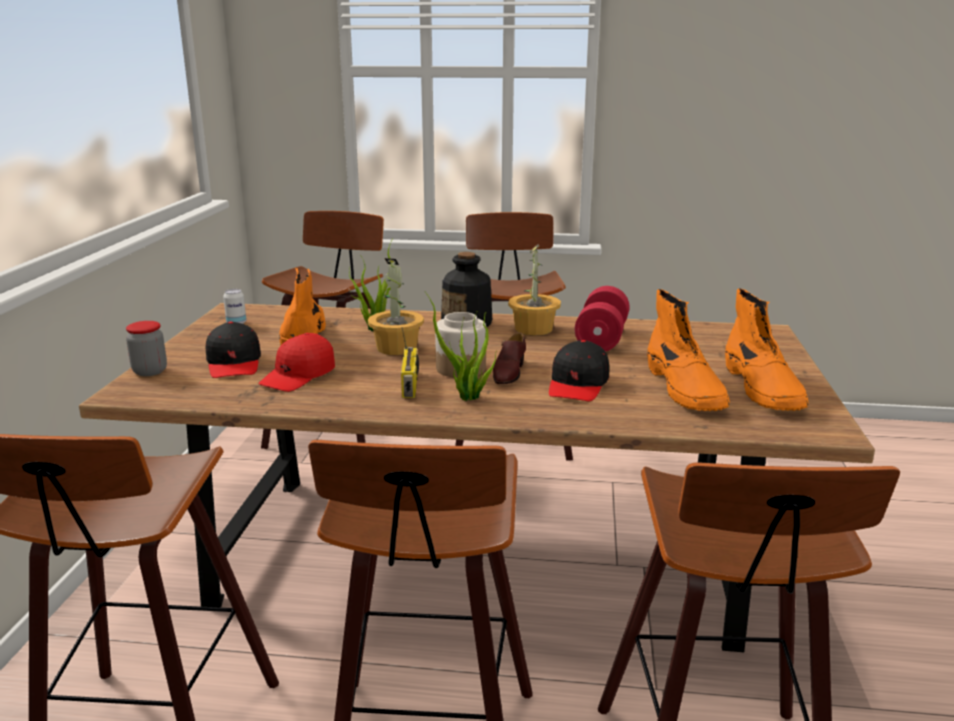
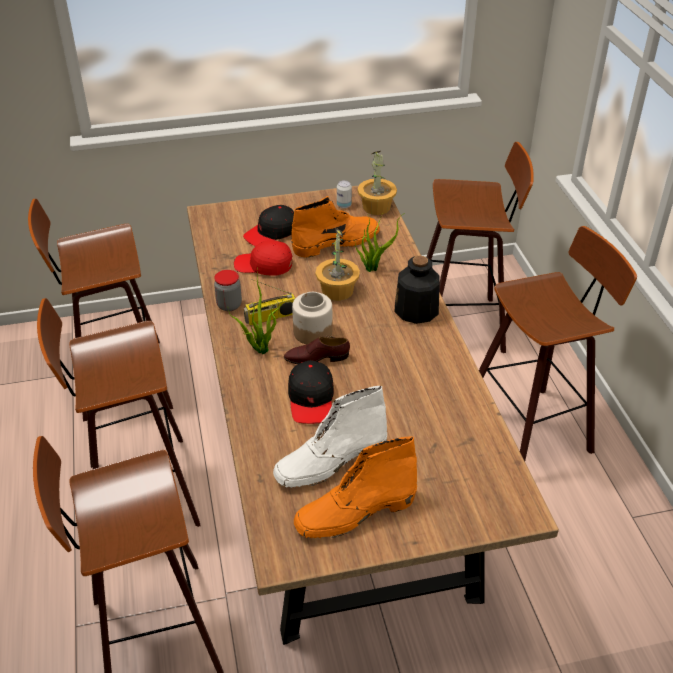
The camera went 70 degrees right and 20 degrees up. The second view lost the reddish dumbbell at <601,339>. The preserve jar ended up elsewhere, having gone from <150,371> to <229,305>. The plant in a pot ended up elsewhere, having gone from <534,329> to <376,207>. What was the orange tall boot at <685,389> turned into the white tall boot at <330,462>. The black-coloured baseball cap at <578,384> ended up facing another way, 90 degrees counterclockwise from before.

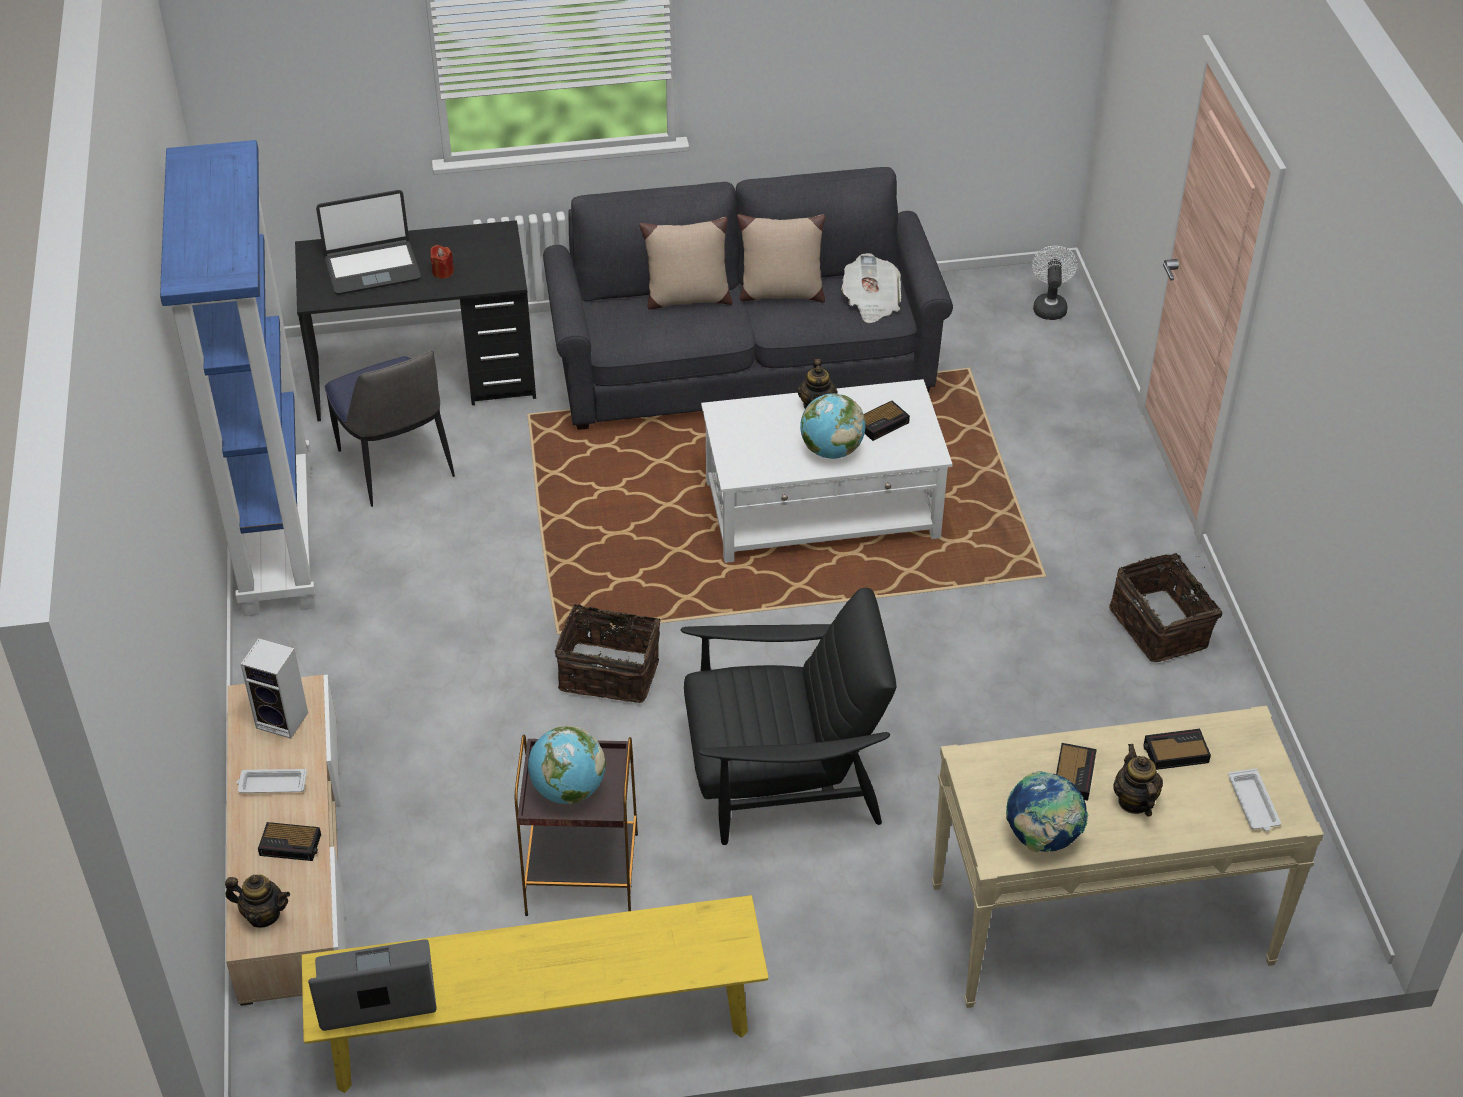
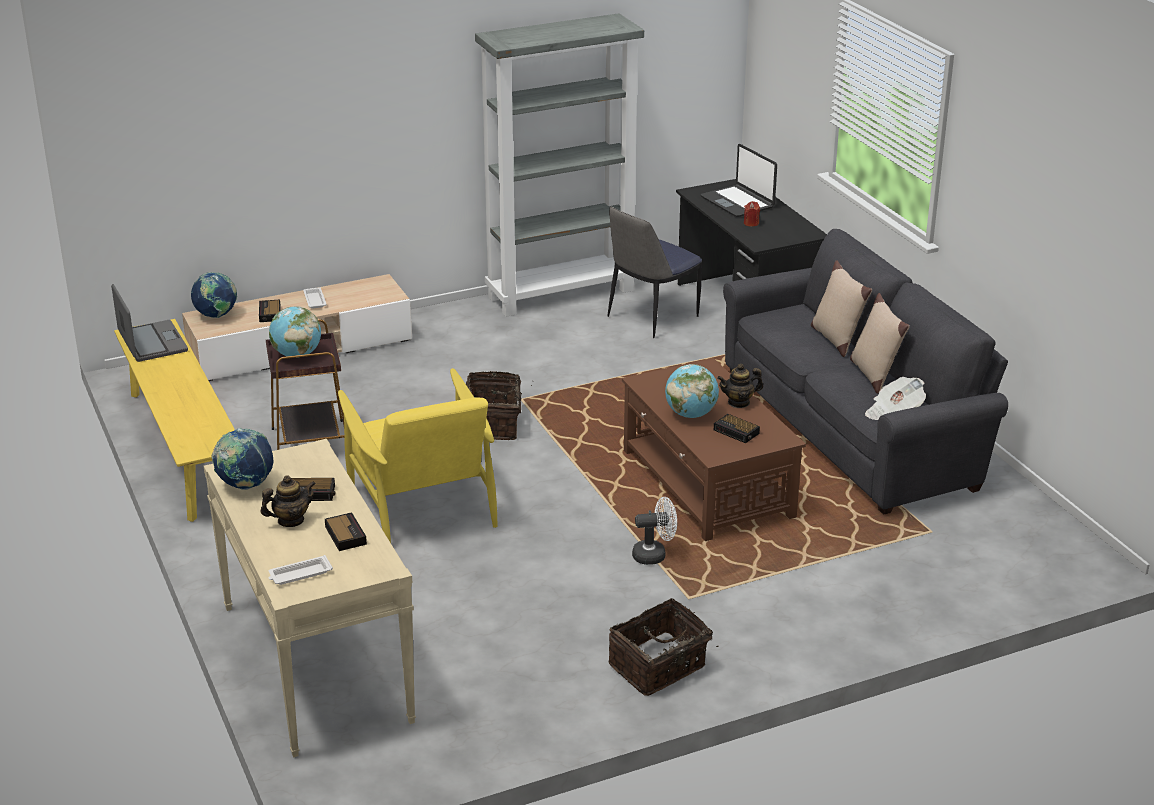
The camera went 75 degrees right and 15 degrees down. The second view lost the speaker at <284,720>. The white electric fan ended up elsewhere, having gone from <1049,306> to <654,555>. Where the teapot stood at <263,914>, the world globe came to stand at <216,316>. What was the bluish bookcase at <276,537> turned into the greyish bookcase at <561,293>. What was the black-coloured easy chair at <783,774> turned into the yellow-coloured easy chair at <422,504>. What was the white lounge table at <823,509> turned into the brown-coloured lounge table at <707,484>.

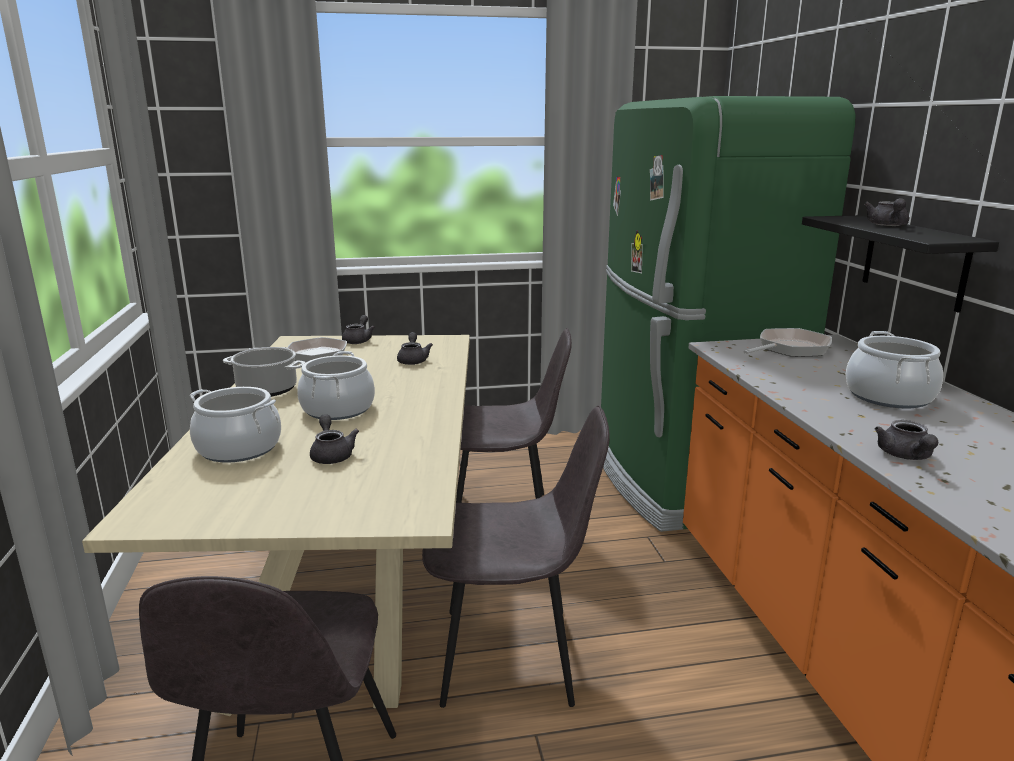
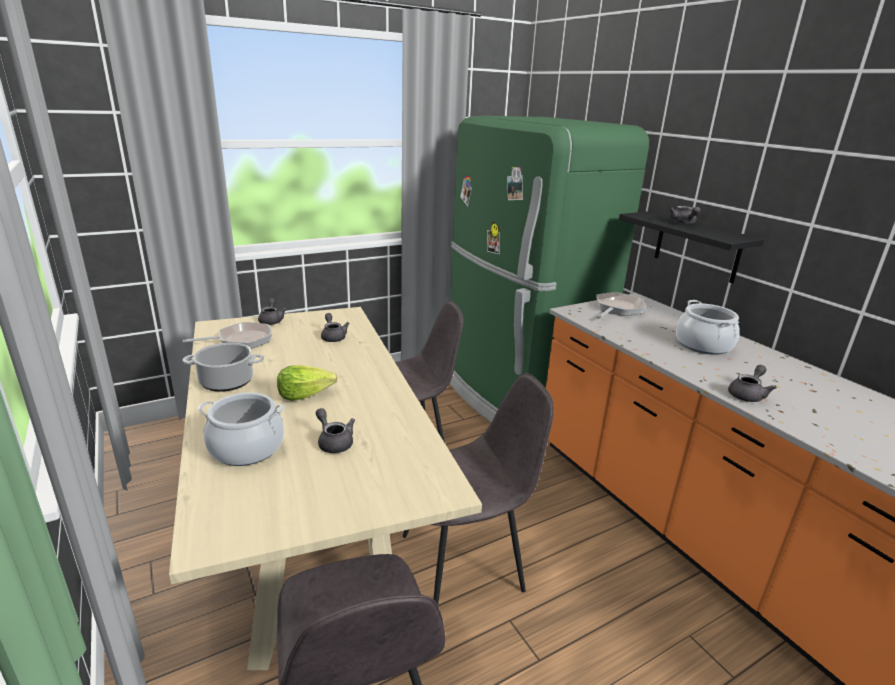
The camera went 20 degrees left and 5 degrees up. Where the stockpot stood at <337,409>, the lettuce came to stand at <305,394>. The greyish teapot at <905,456> ended up facing another way, 120 degrees counterclockwise from before.

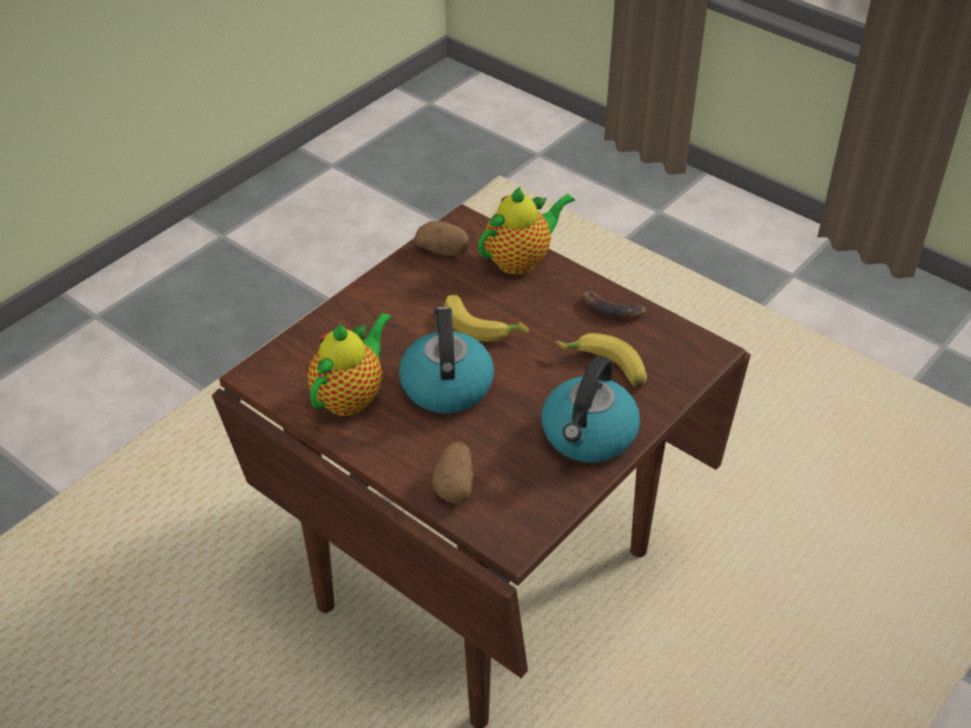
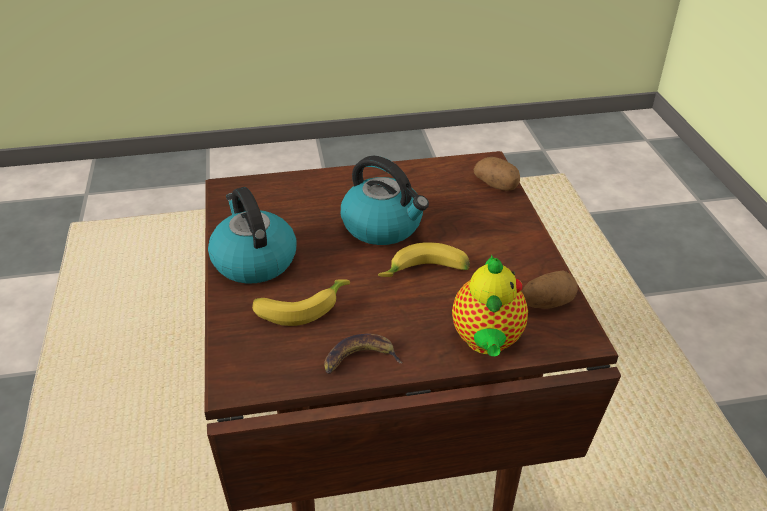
The camera went 130 degrees right and 5 degrees down. The second view lost the teapot at <351,396>. The spud ended up elsewhere, having gone from <455,484> to <497,185>.

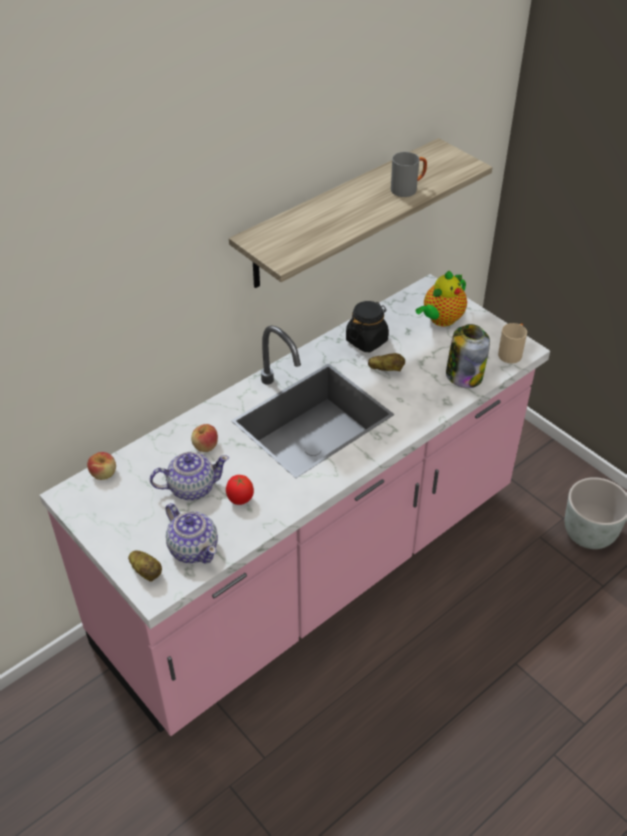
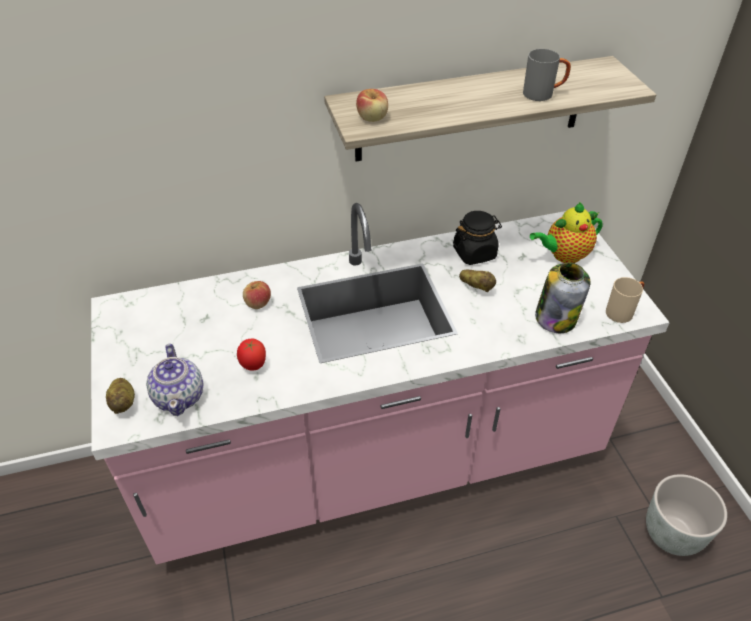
The camera went 25 degrees right and 0 degrees up. The second view lost the teapot at <191,487>. The apple fruit ended up elsewhere, having gone from <104,473> to <372,117>.

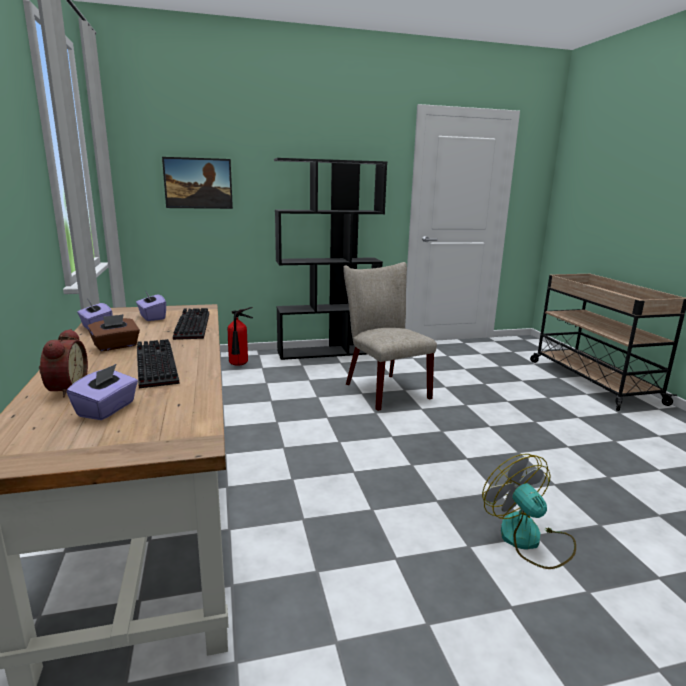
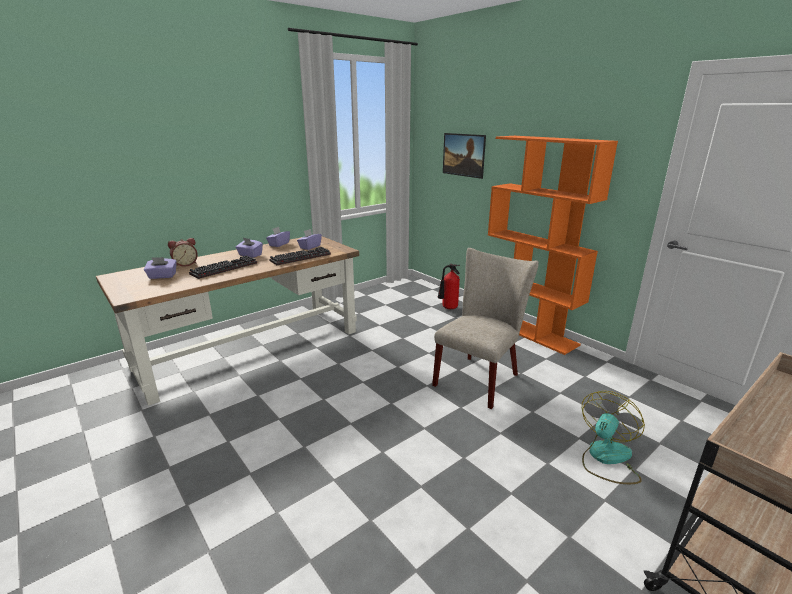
The camera went 65 degrees right and 5 degrees up. The electric fan ended up elsewhere, having gone from <529,540> to <606,459>. What was the brown-coloured box of tissues at <116,346> turned into the purple-coloured box of tissues at <250,255>. What was the black-coloured bookcase at <328,352> turned into the orange bookcase at <528,331>.

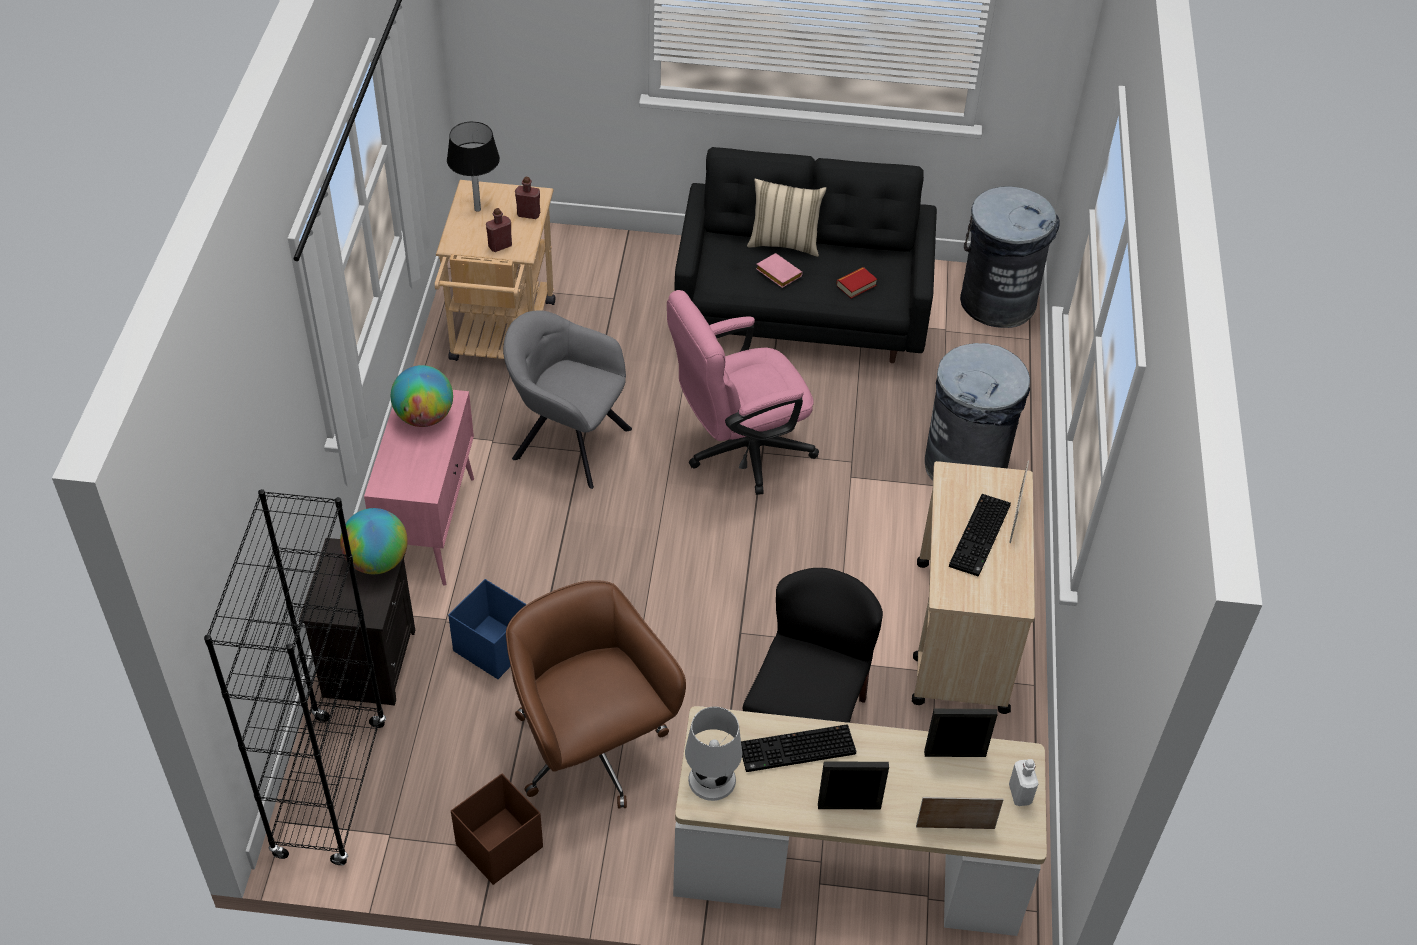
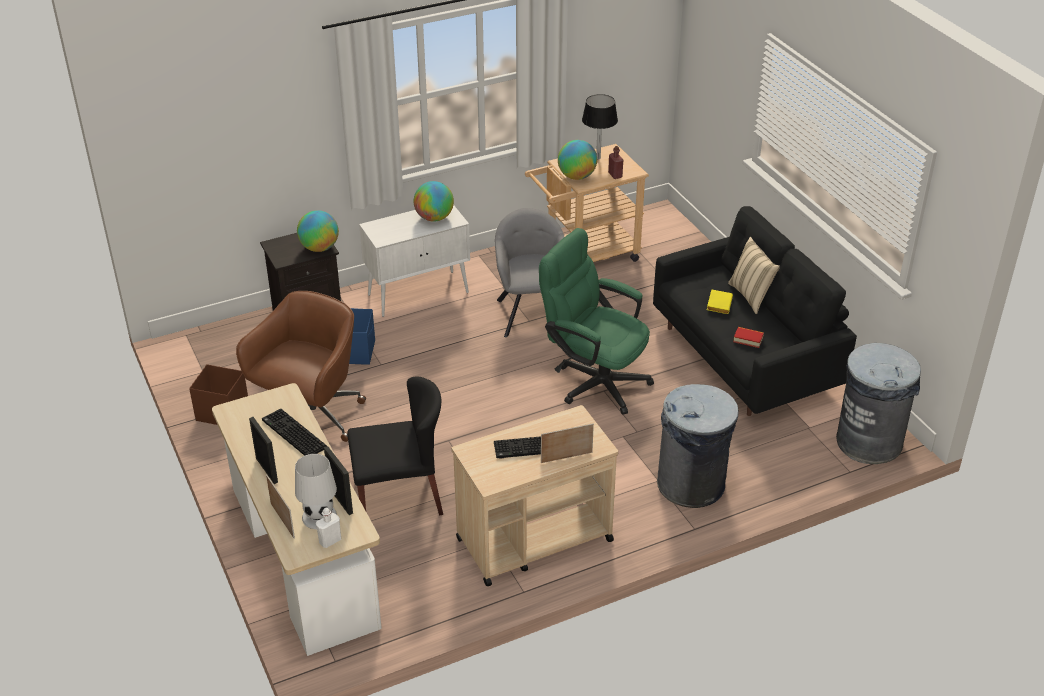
The camera went 60 degrees right and 10 degrees down. The second view lost the black-coloured bookcase at <330,789>. The white lamp for a table ended up elsewhere, having gone from <712,780> to <319,517>. Where the reddish beverage bottle stood at <500,246>, the world globe came to stand at <576,176>. What was the pinkish cupboard at <430,526> turned into the white cupboard at <419,293>. What was the pinkish office chair at <738,451> turned into the greenish office chair at <594,380>. What was the pinkish bound book at <777,273> turned into the yellow-coloured bound book at <718,304>.

